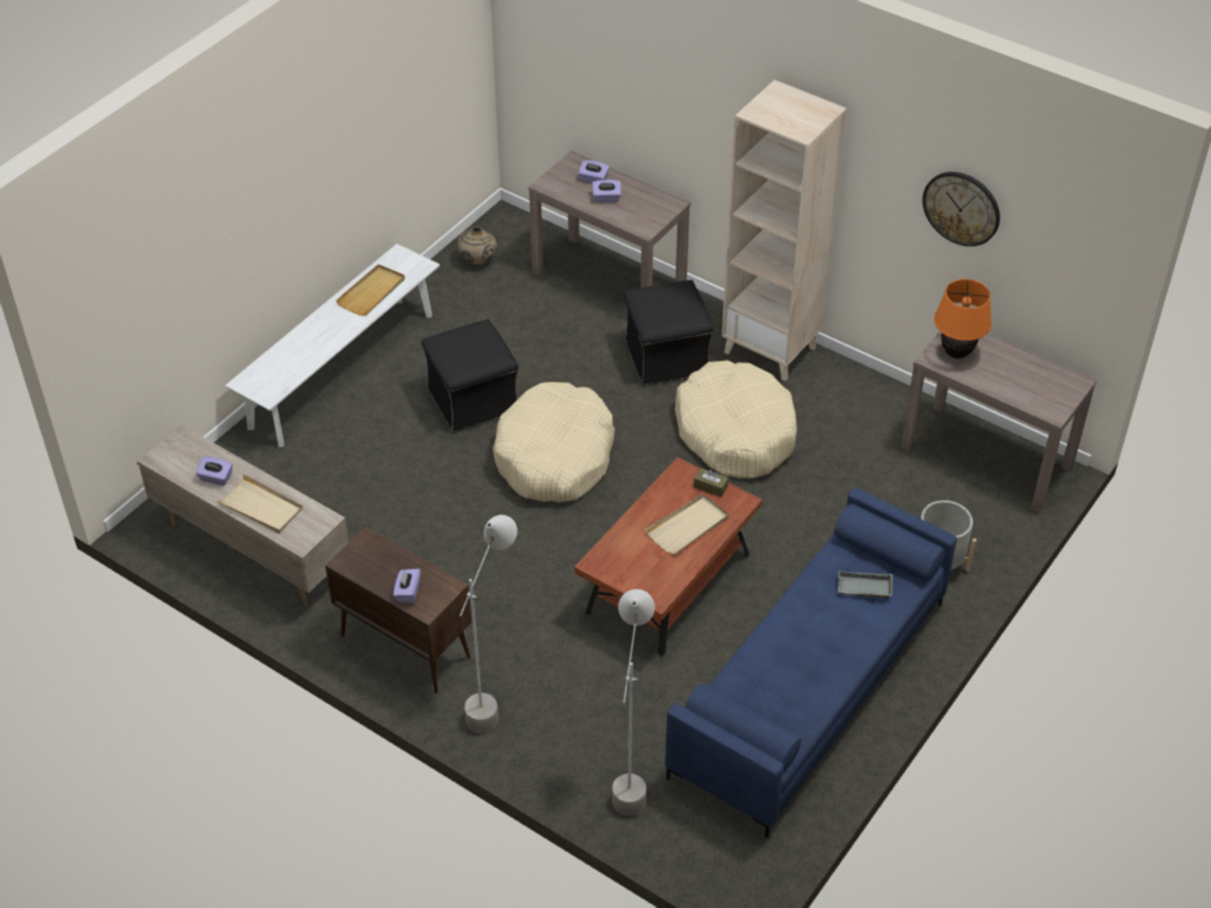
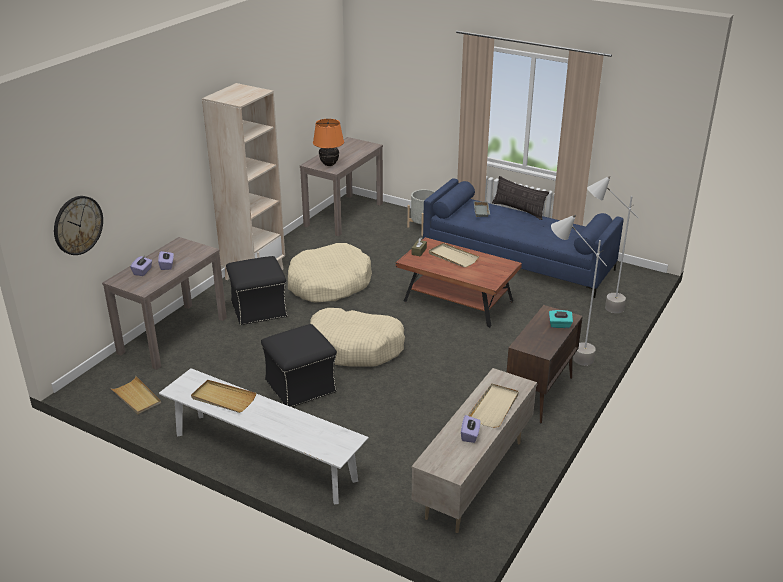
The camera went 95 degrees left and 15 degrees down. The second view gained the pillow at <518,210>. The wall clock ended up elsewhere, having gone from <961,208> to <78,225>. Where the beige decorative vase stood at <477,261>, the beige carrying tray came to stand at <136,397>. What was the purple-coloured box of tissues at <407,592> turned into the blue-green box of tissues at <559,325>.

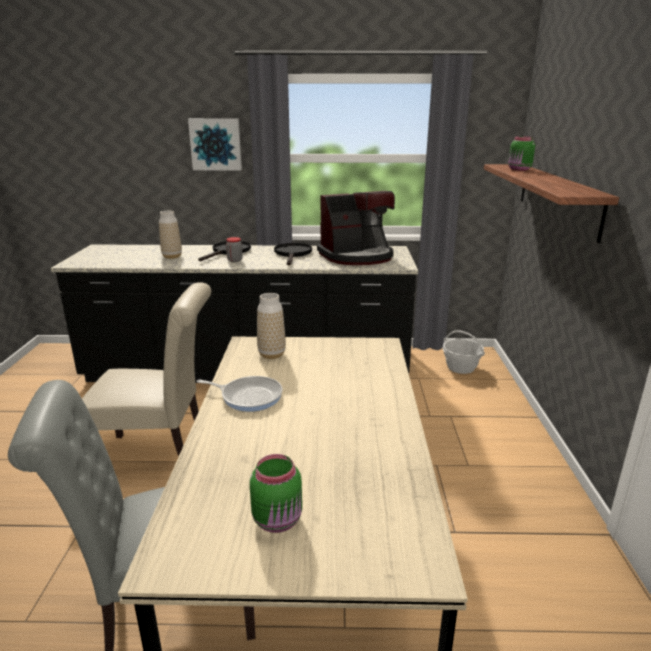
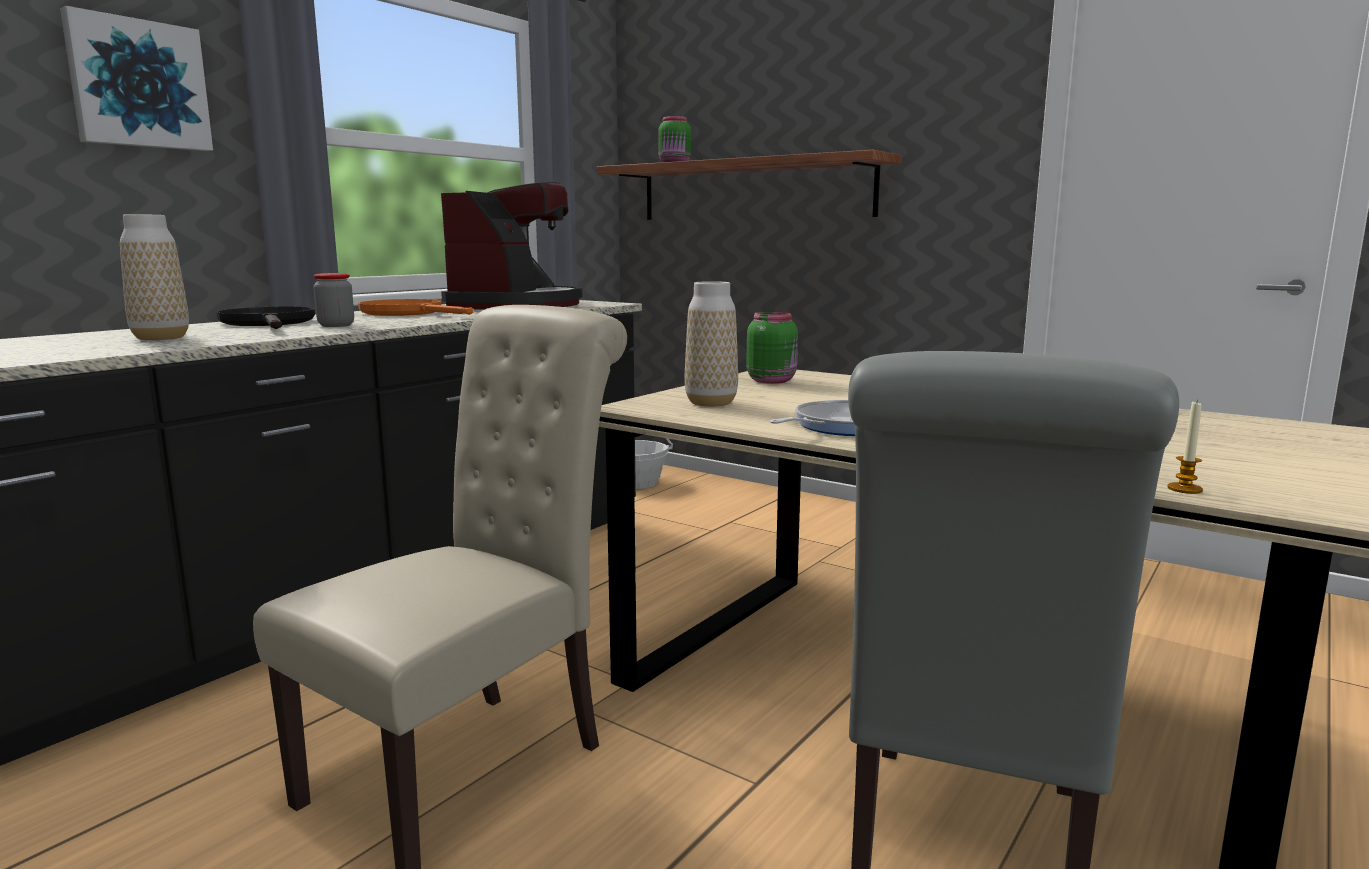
The camera went 55 degrees left and 10 degrees down. The second view gained the wax candle at <1184,489>. The greenish preserve jar ended up elsewhere, having gone from <279,520> to <772,380>. What was the black-coloured frying pan at <293,254> turned into the orange frying pan at <409,313>.

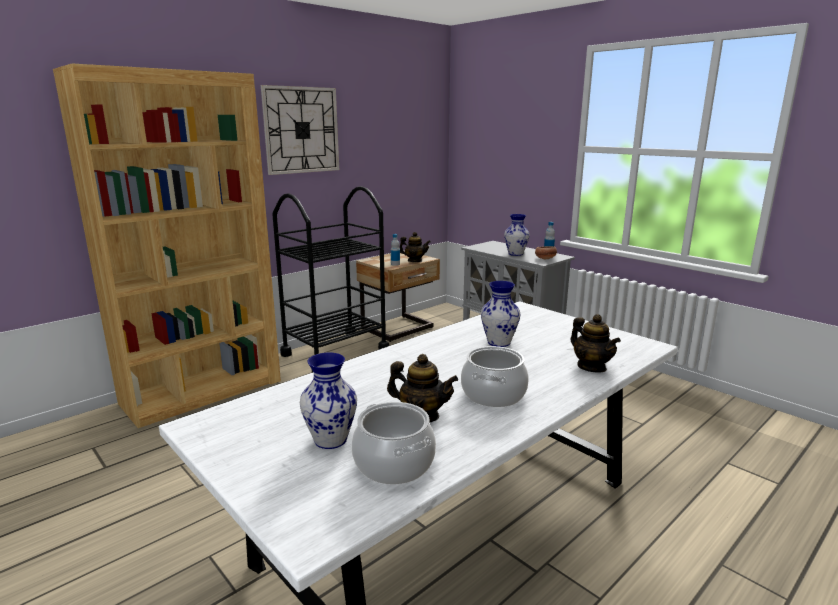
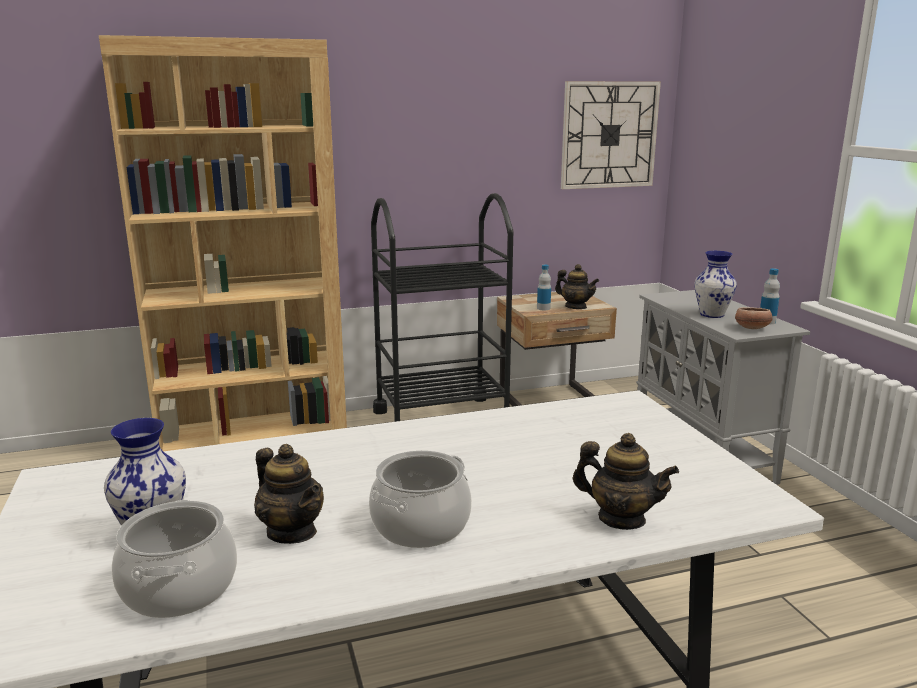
The camera went 25 degrees right and 0 degrees up. The second view lost the decorative vase at <498,342>. The wall clock ended up elsewhere, having gone from <301,130> to <609,135>. The teapot at <591,367> ended up facing another way, 60 degrees counterclockwise from before.

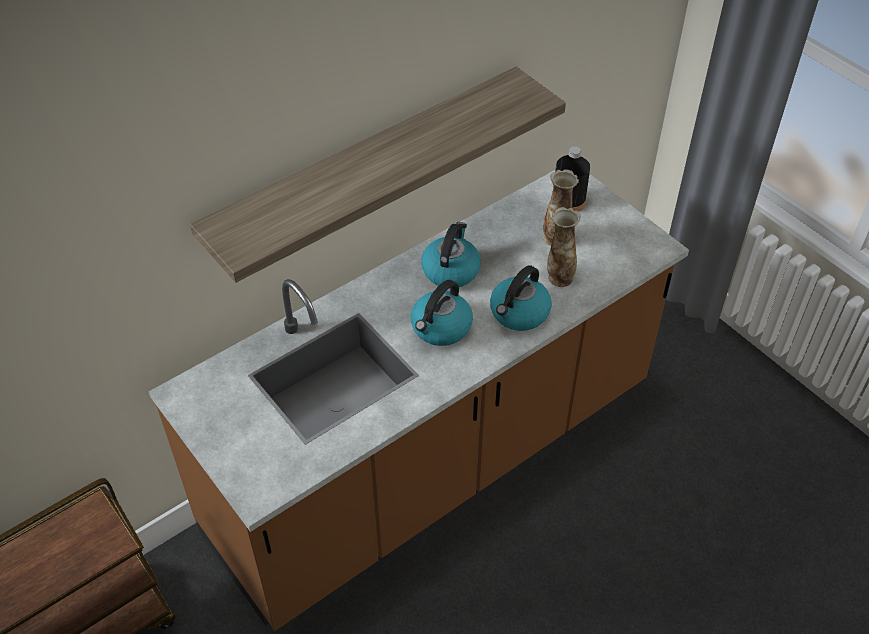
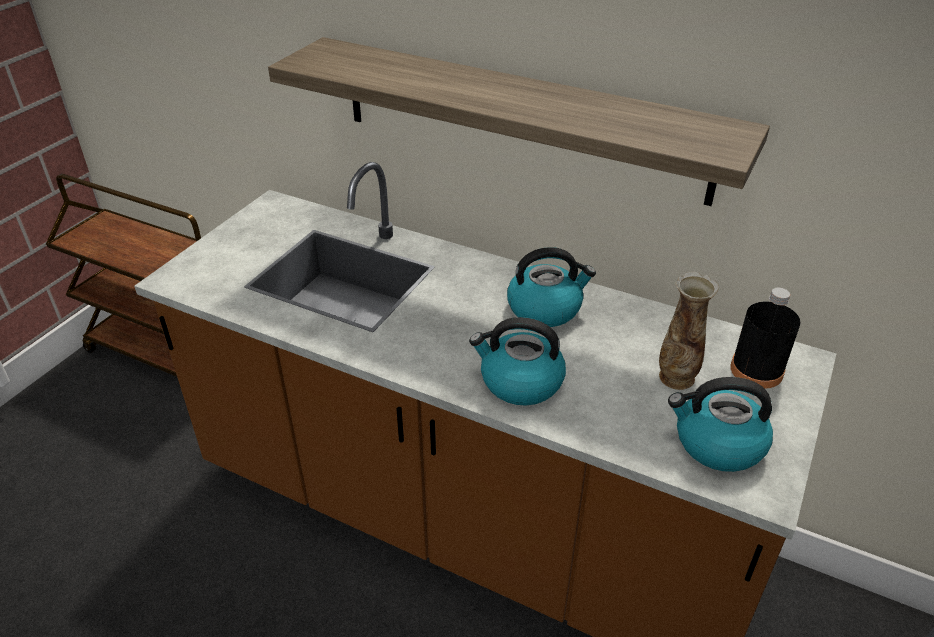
The camera went 65 degrees right and 10 degrees down. The second view lost the decorative vase at <559,278>. The tea kettle ended up elsewhere, having gone from <440,328> to <717,444>.

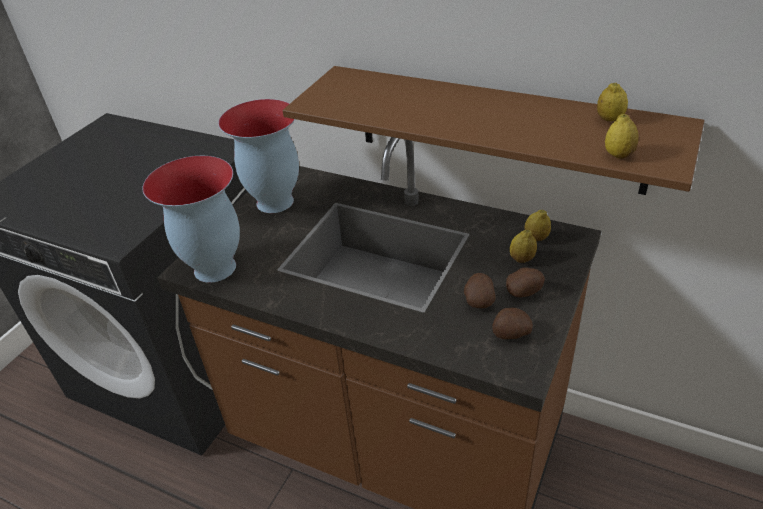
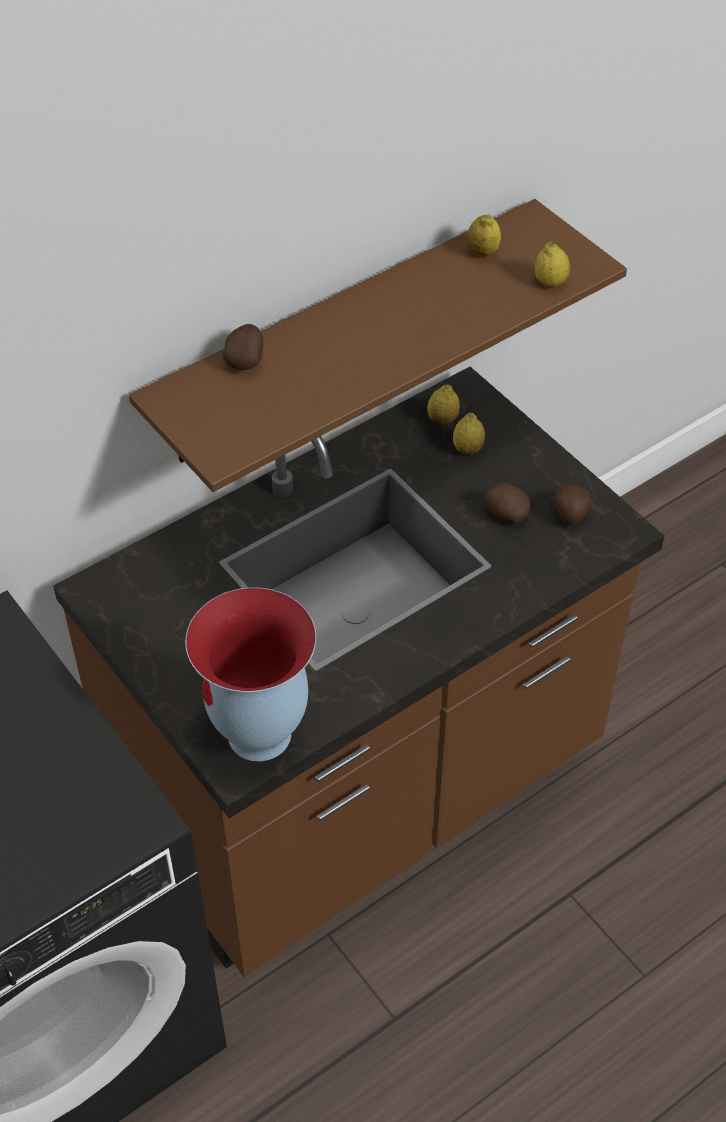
The camera went 65 degrees left and 10 degrees up. The second view lost the decorative vase at <274,202>. The spud ended up elsewhere, having gone from <524,292> to <246,360>.

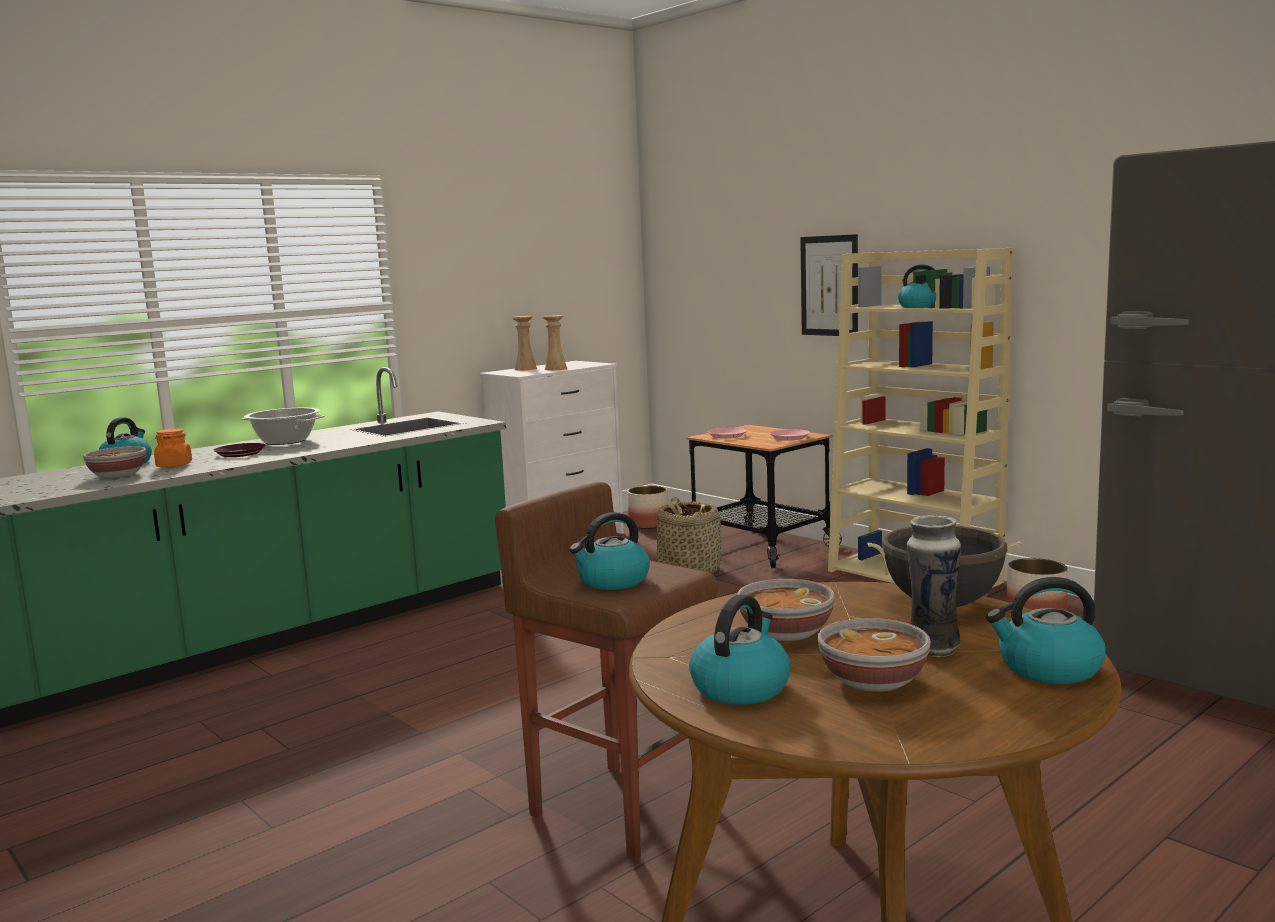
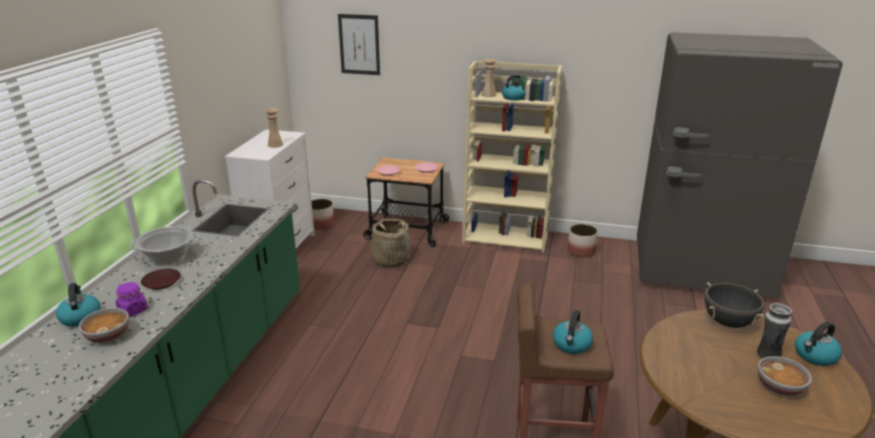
The camera went 35 degrees left and 15 degrees up. The second view lost the tea kettle at <740,687>. The second view lost the serving bowl at <785,633>. The beige decorative vase ended up elsewhere, having gone from <525,369> to <489,95>. The wall picture ended up elsewhere, having gone from <829,286> to <359,44>. What was the orange preserve jar at <174,465> turned into the purple-coloured preserve jar at <132,310>.

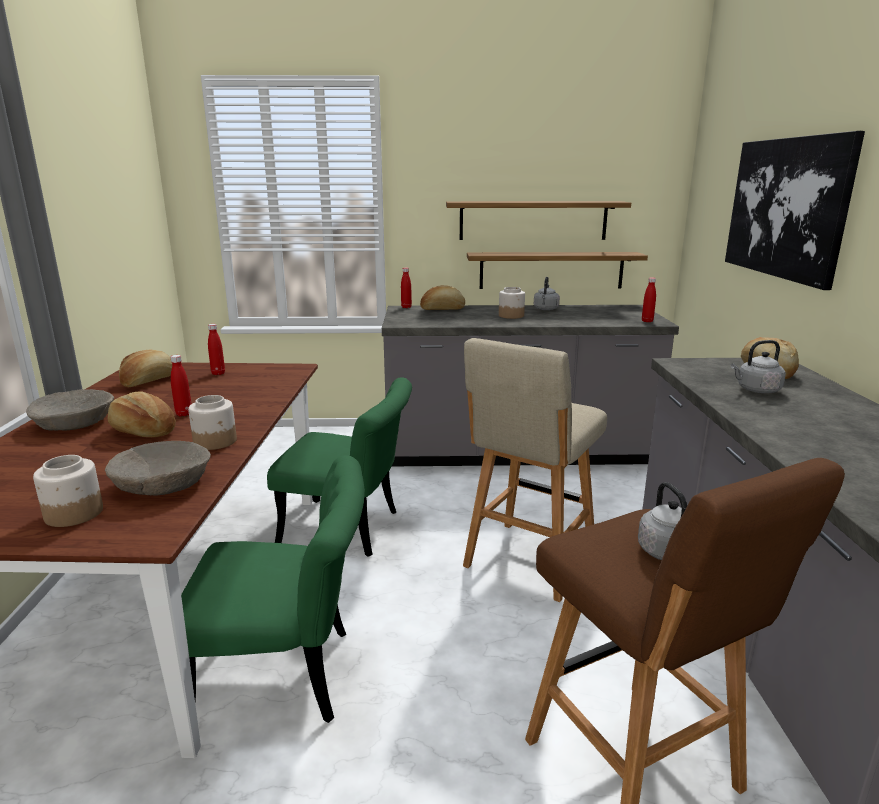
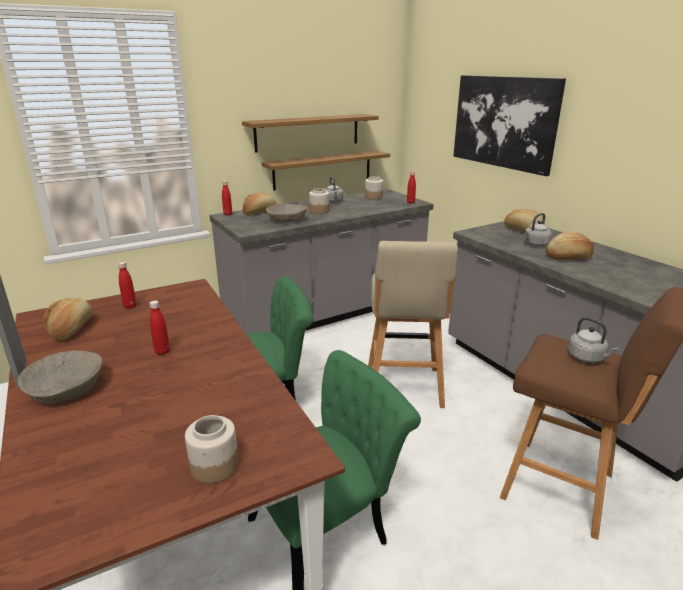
The camera went 30 degrees left and 5 degrees up. The beige serving bowl ended up elsewhere, having gone from <162,484> to <287,220>. The bread ended up elsewhere, having gone from <143,431> to <568,257>. The preserve jar ended up elsewhere, having gone from <215,441> to <374,197>.

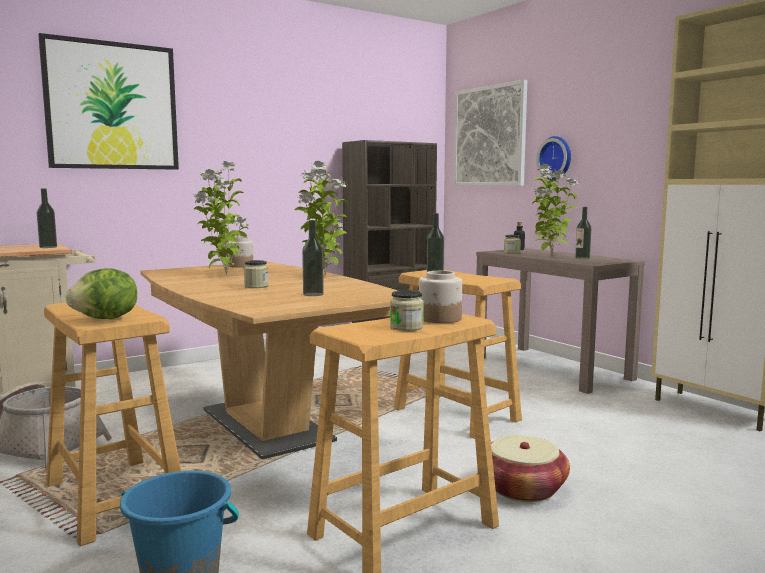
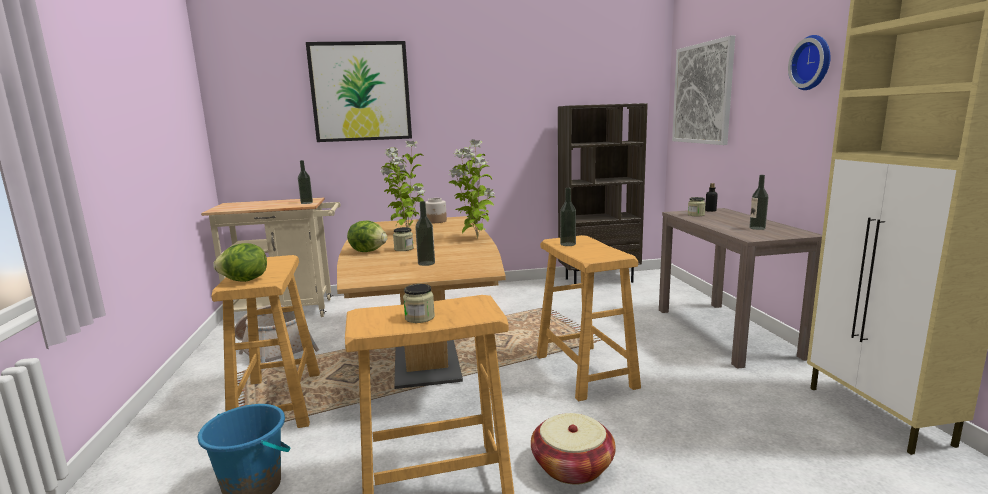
The camera went 25 degrees right and 5 degrees up. The second view lost the preserve jar at <440,319>. The second view lost the plant in a pot at <550,254>. The second view gained the lettuce at <368,251>. The wall clock ended up elsewhere, having gone from <556,158> to <813,62>.

